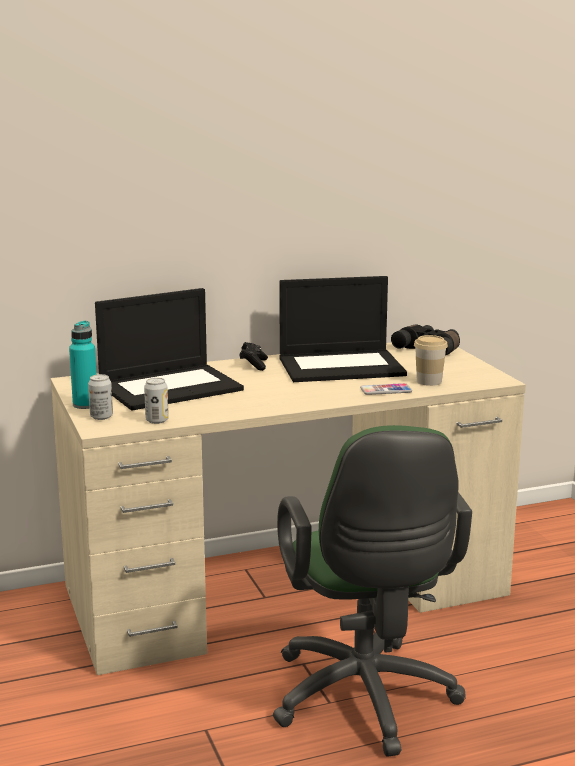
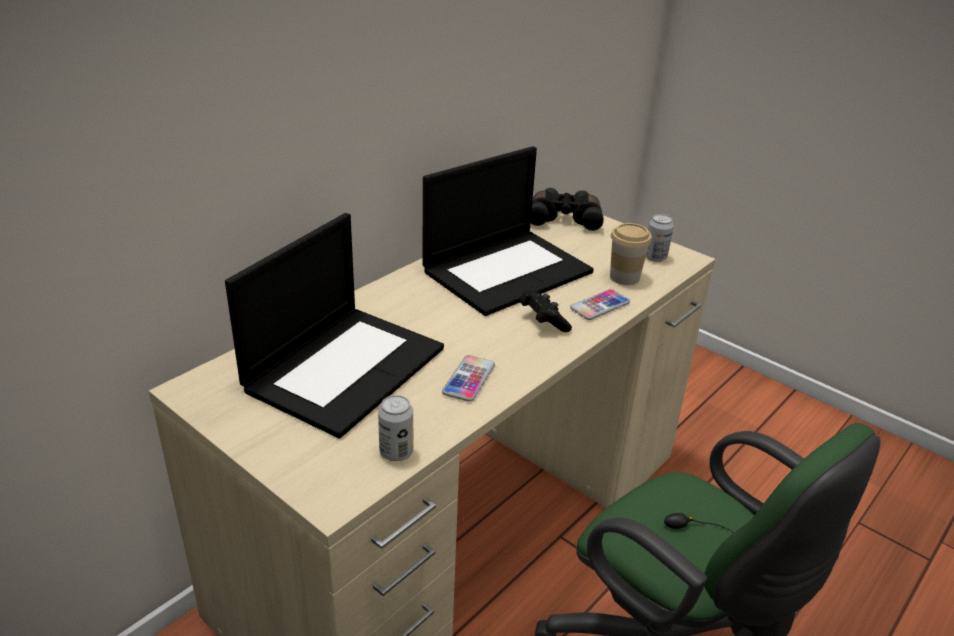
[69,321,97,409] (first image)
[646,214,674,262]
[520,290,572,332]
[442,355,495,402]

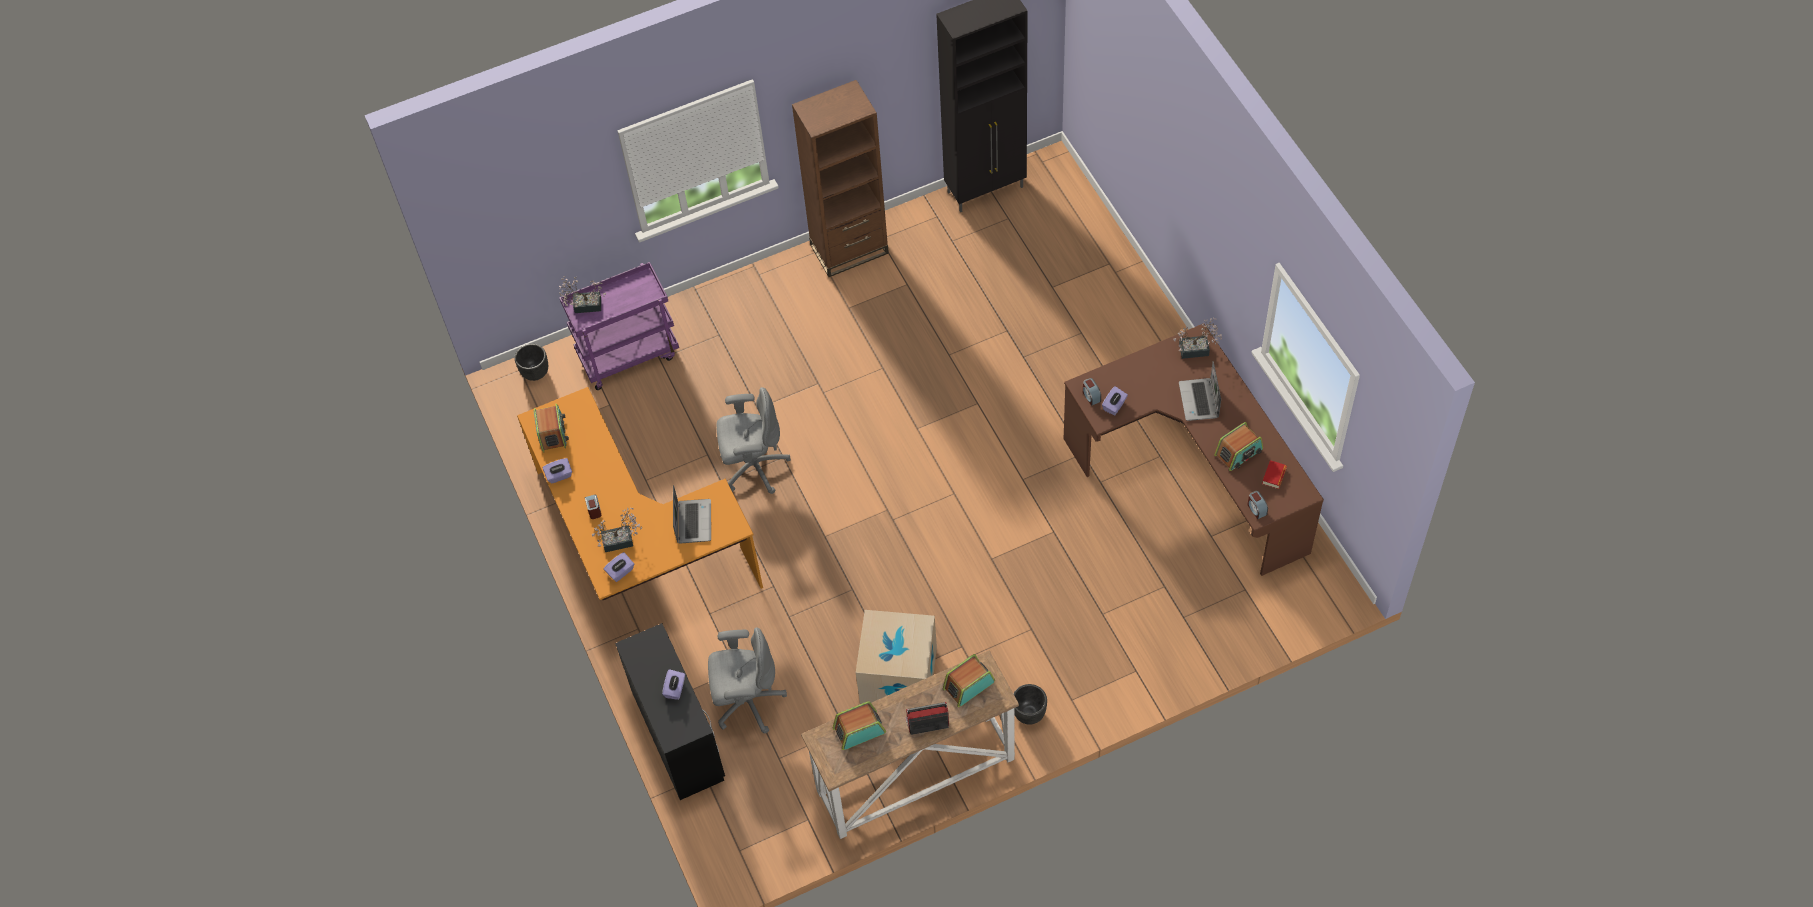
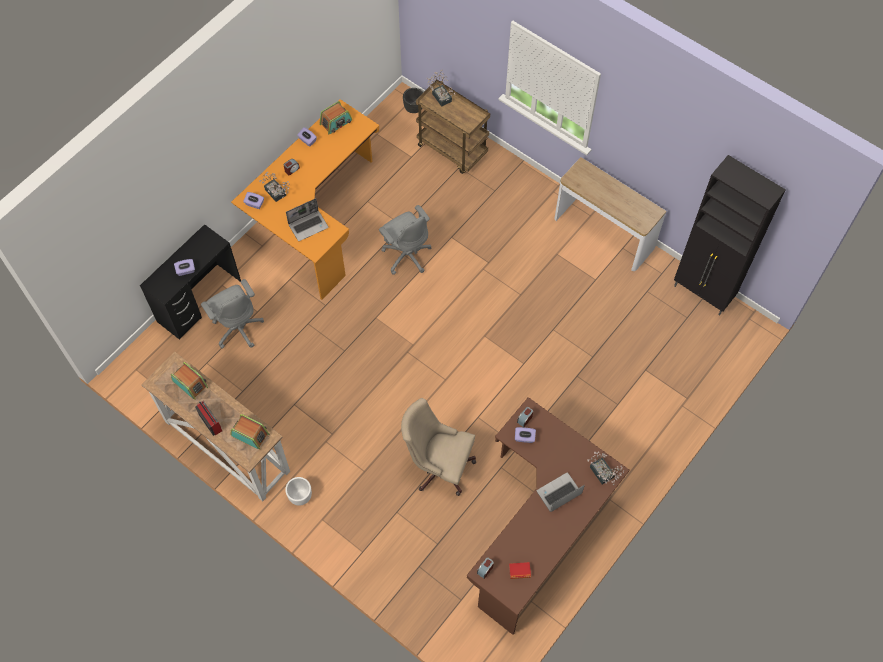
[416,80,490,174]
[555,157,666,271]
[856,610,937,704] (first image)
[285,477,312,506]
[1214,422,1263,471] (first image)
[401,398,476,496]

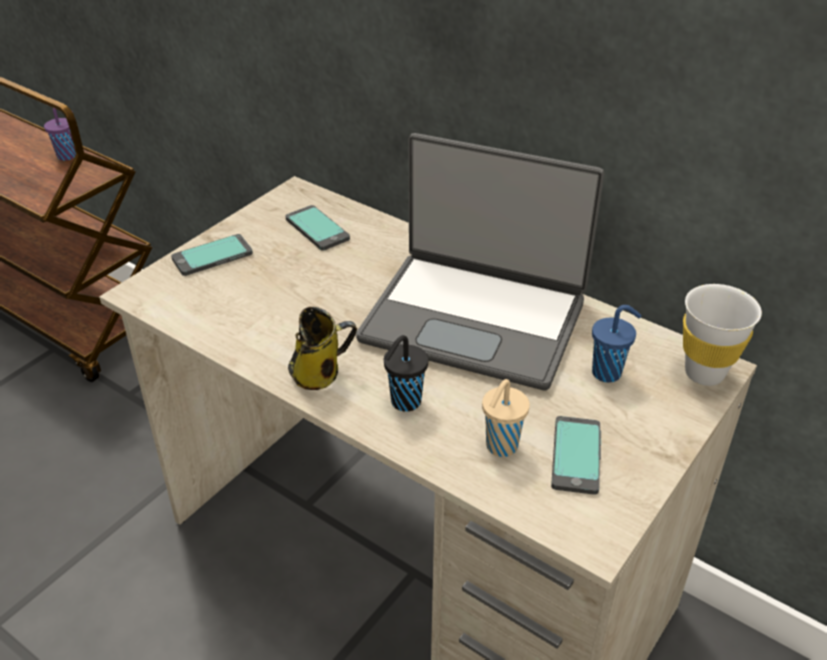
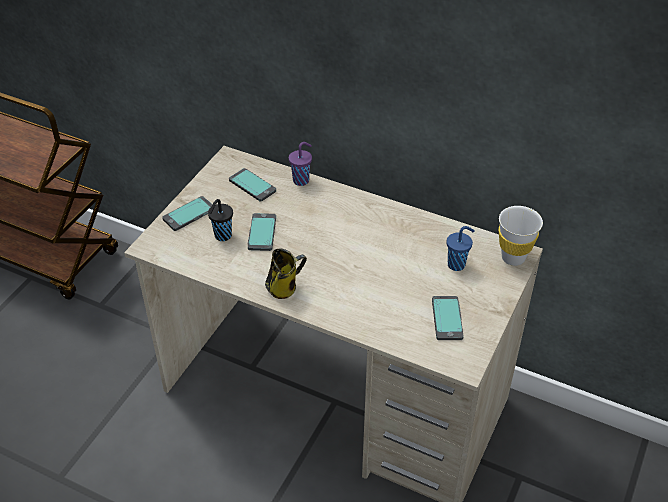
[289,142,312,186]
[356,133,604,391] (first image)
[208,199,233,241]
[482,379,530,457] (first image)
[248,213,276,251]

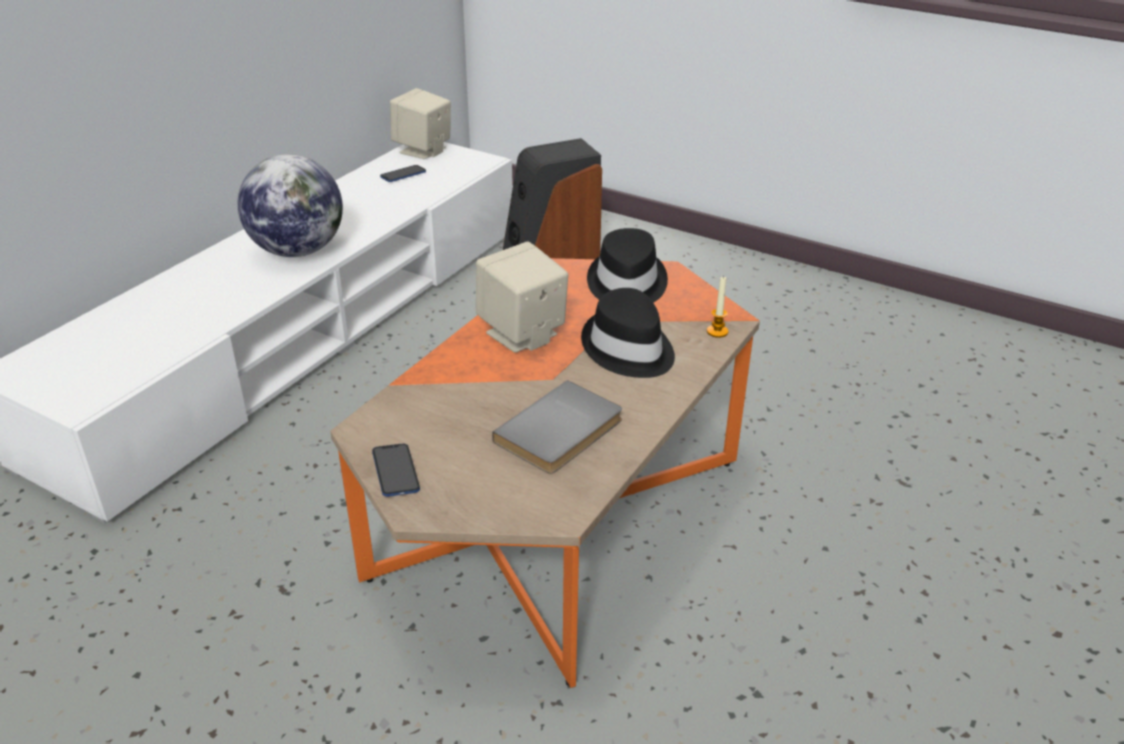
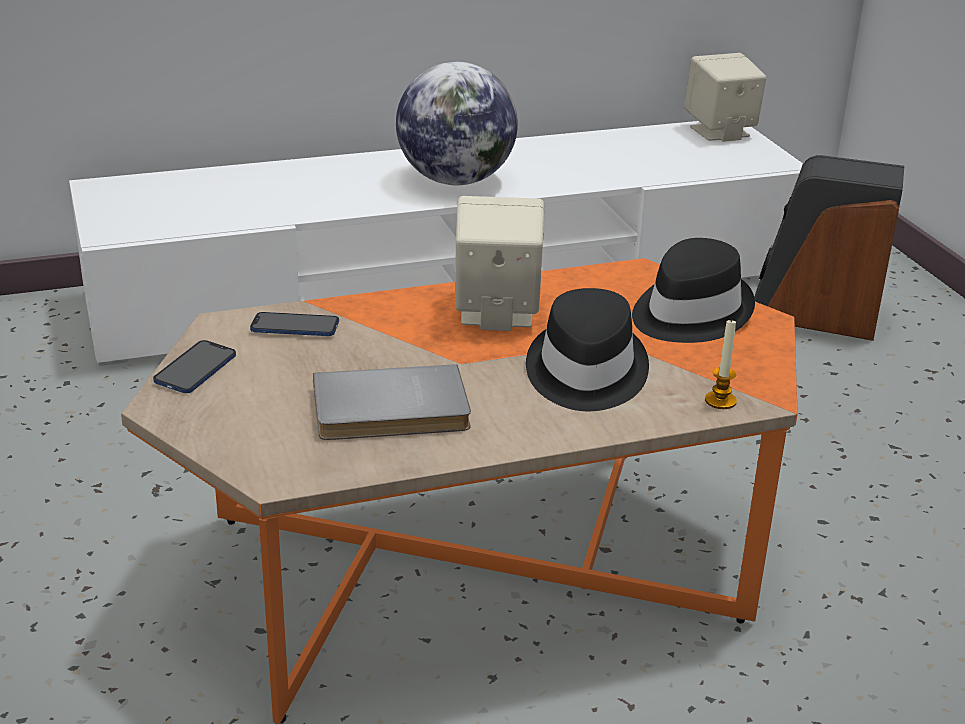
[250,312,339,336]

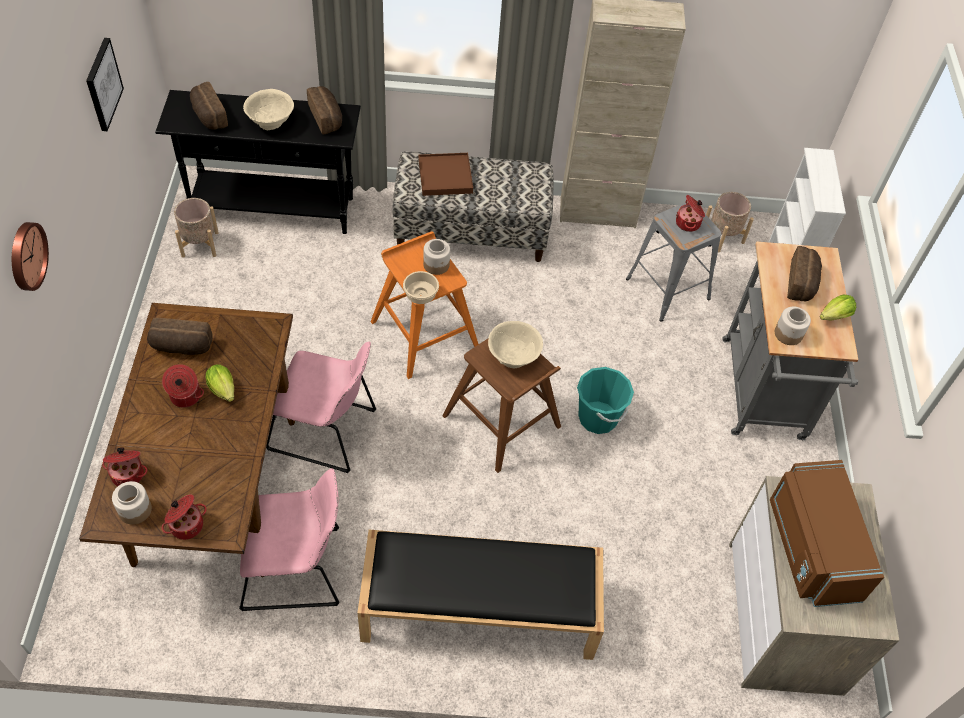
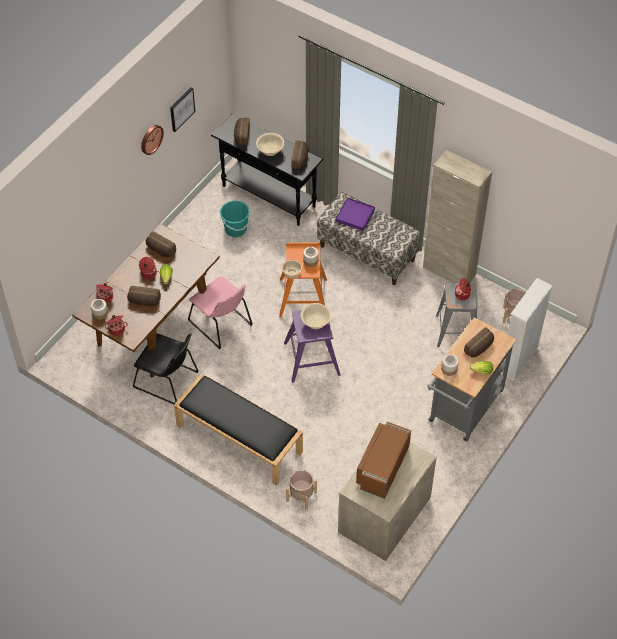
[141,125,164,155]
[286,470,317,510]
[133,333,199,405]
[335,197,375,231]
[284,310,341,383]
[220,200,250,237]
[127,286,161,306]

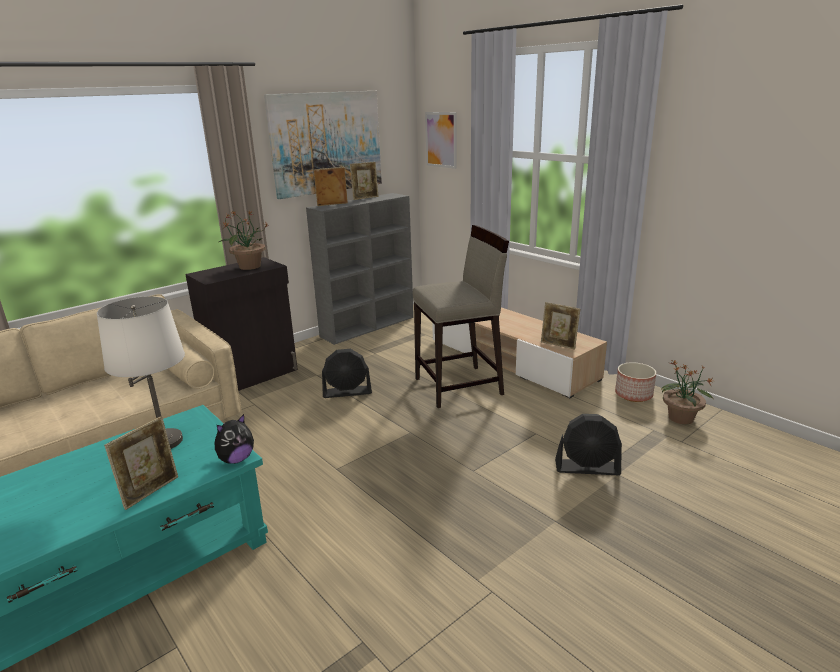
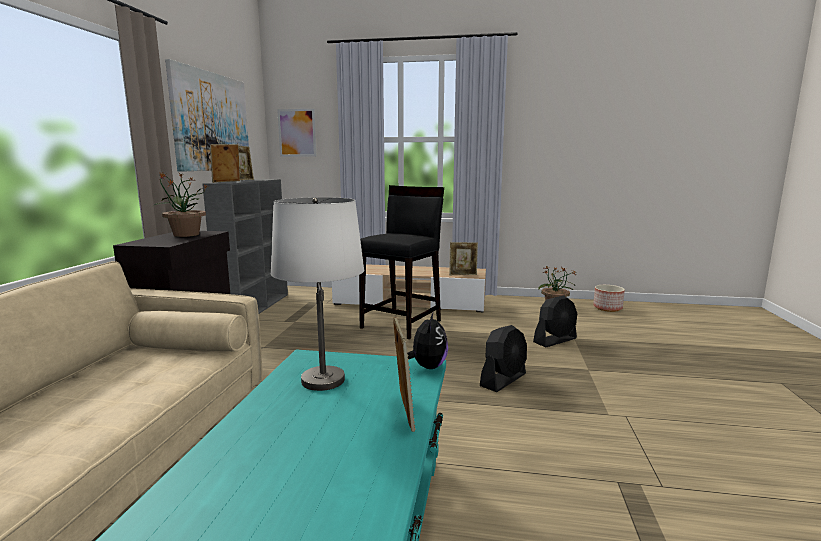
[480,325,527,392]
[359,185,444,340]
[593,285,625,312]

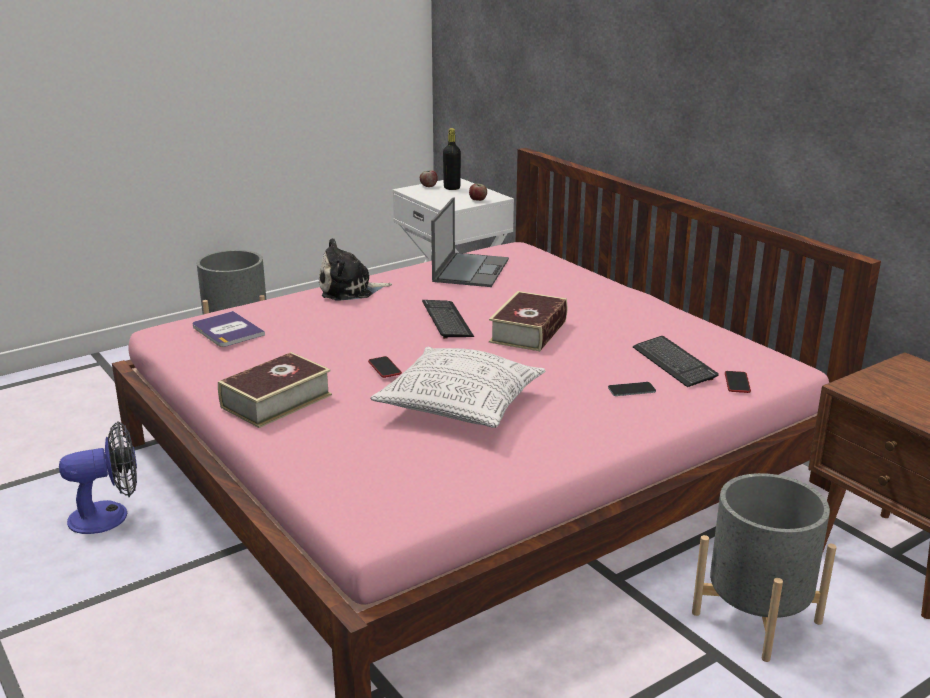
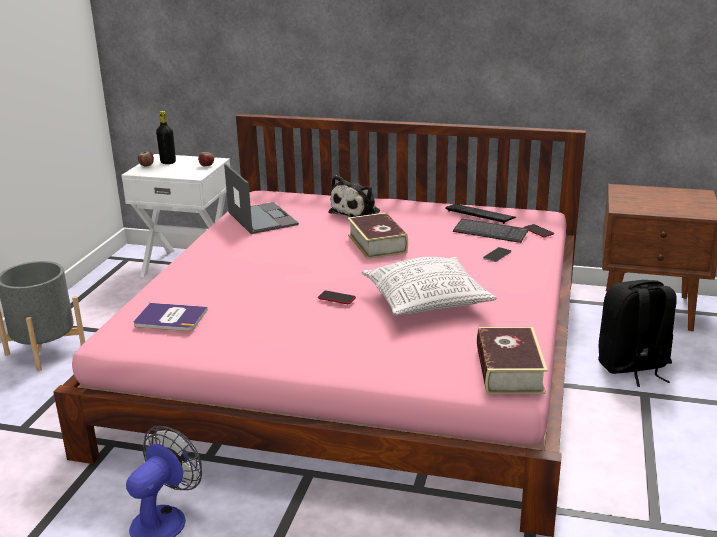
[477,327,548,394]
[329,175,380,217]
[445,204,516,224]
[598,280,676,387]

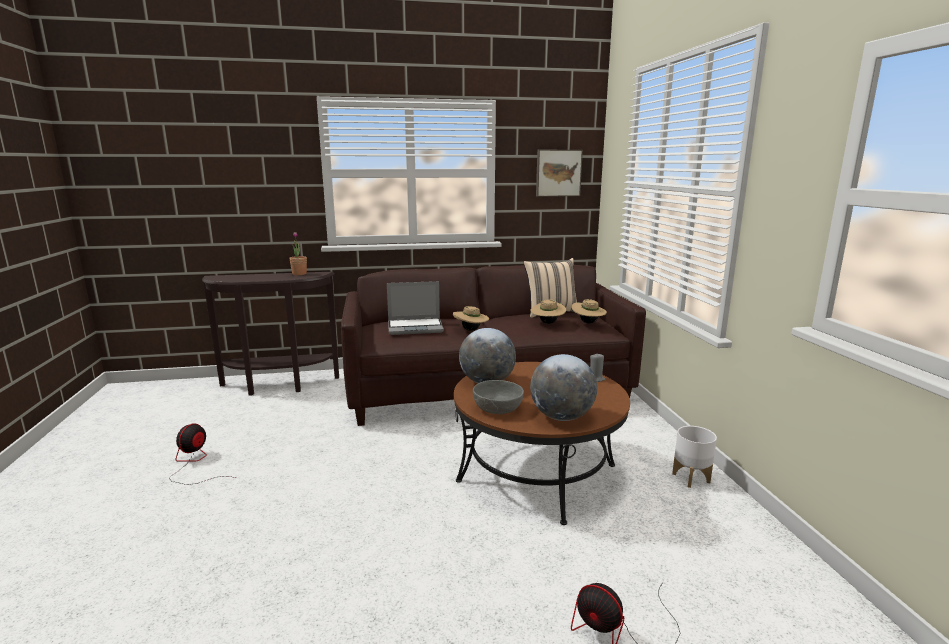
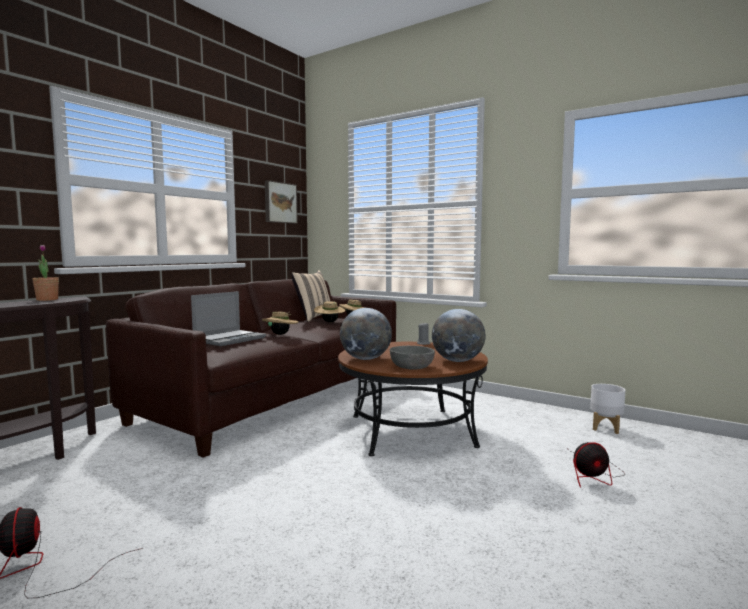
[590,384,625,434]

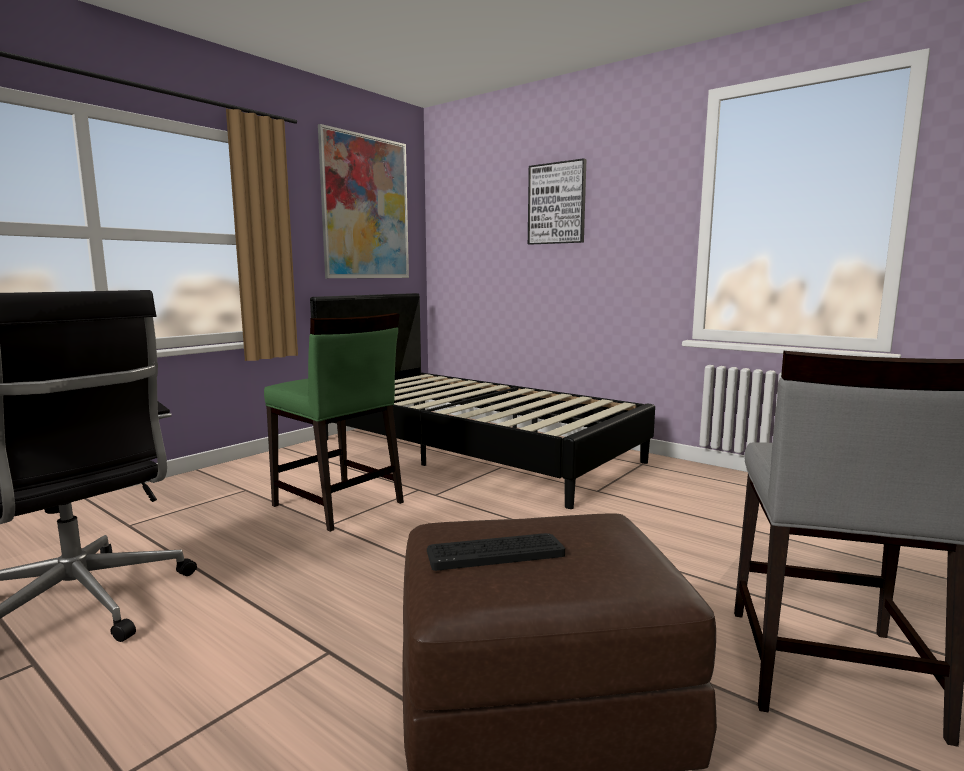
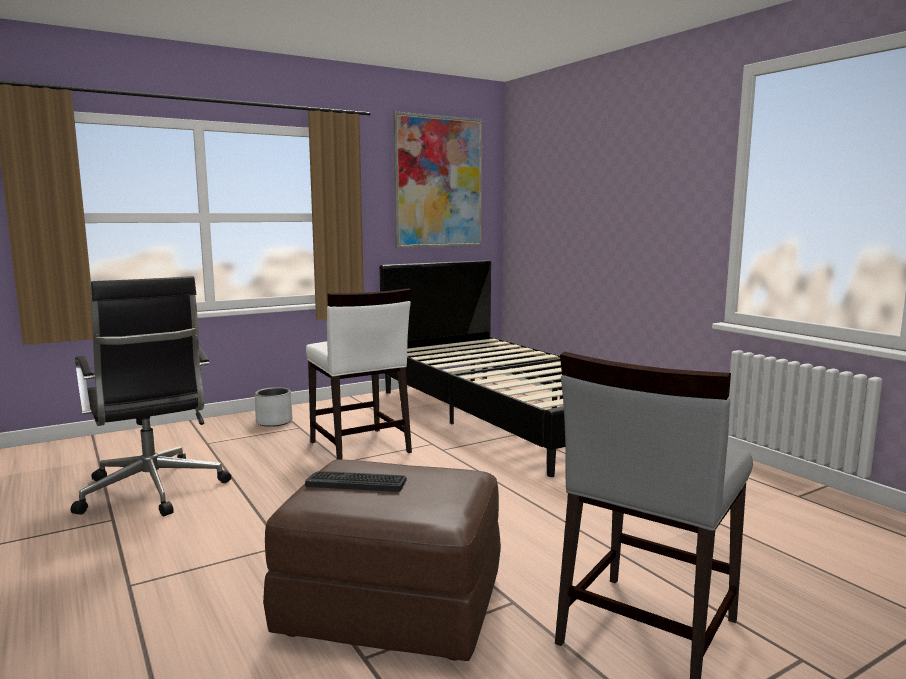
[306,288,412,460]
[528,158,586,245] (first image)
[255,387,292,427]

